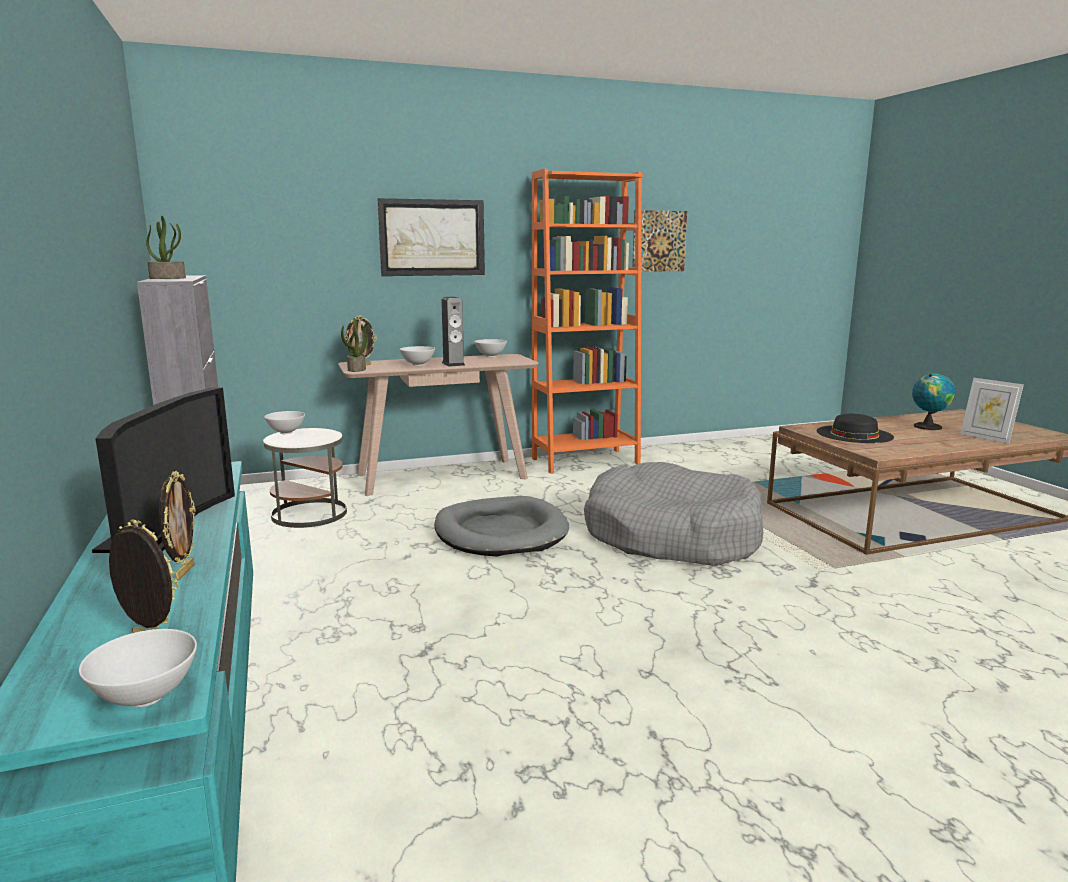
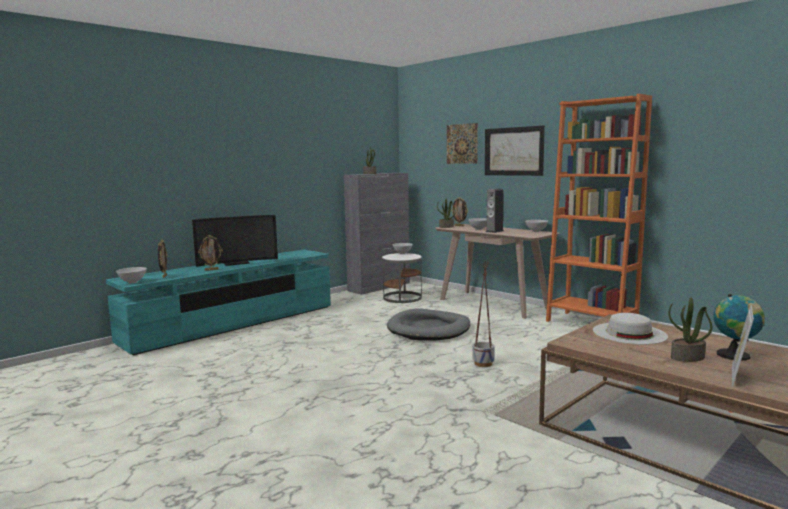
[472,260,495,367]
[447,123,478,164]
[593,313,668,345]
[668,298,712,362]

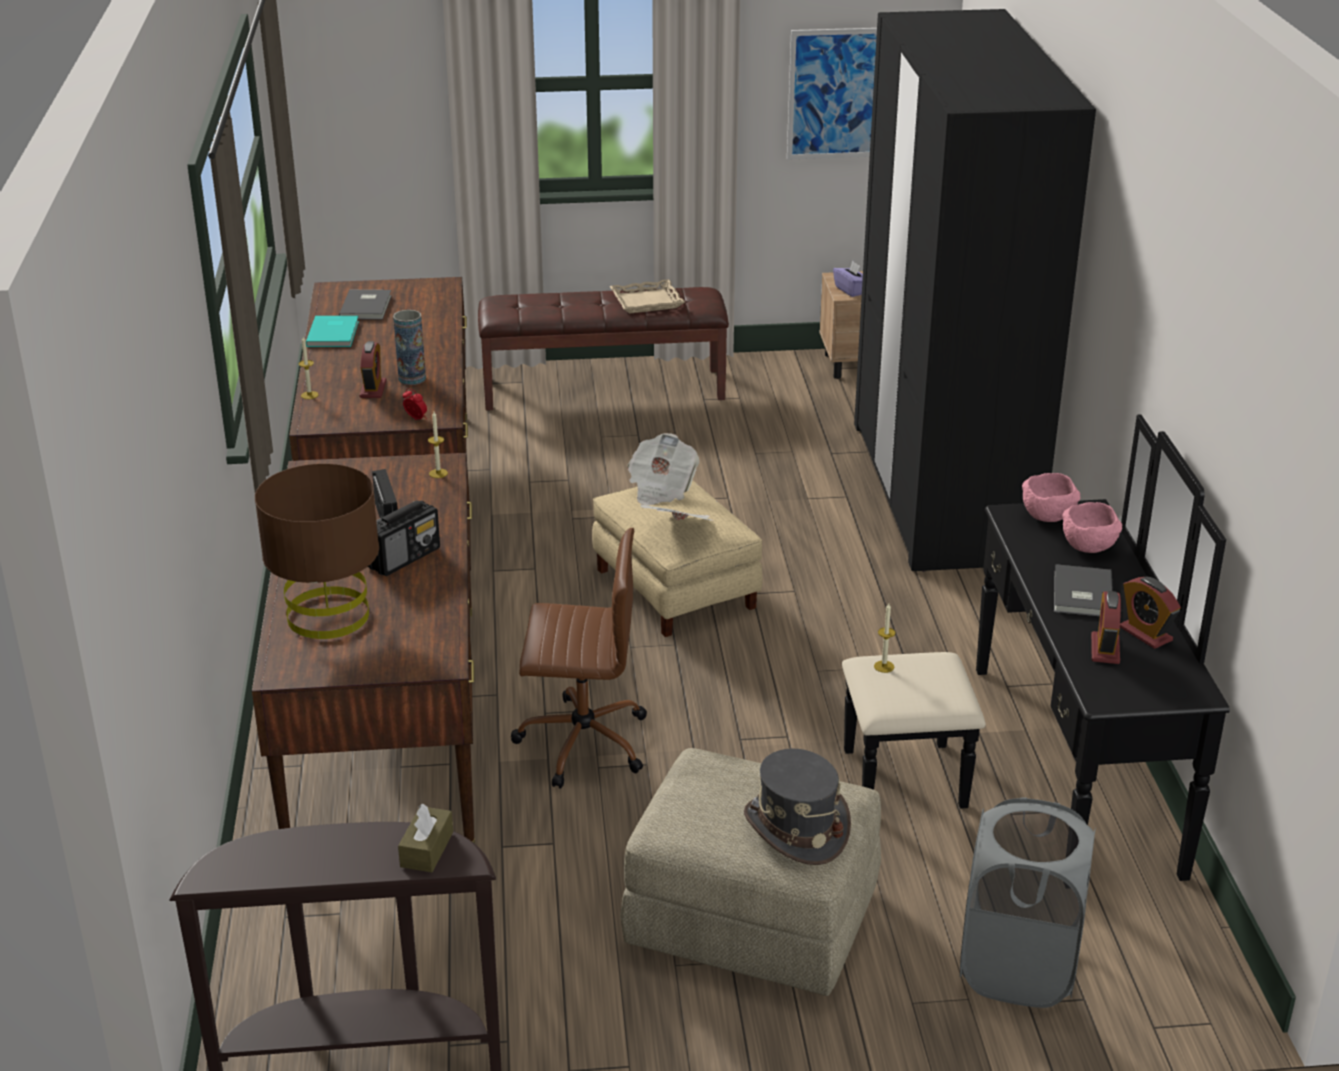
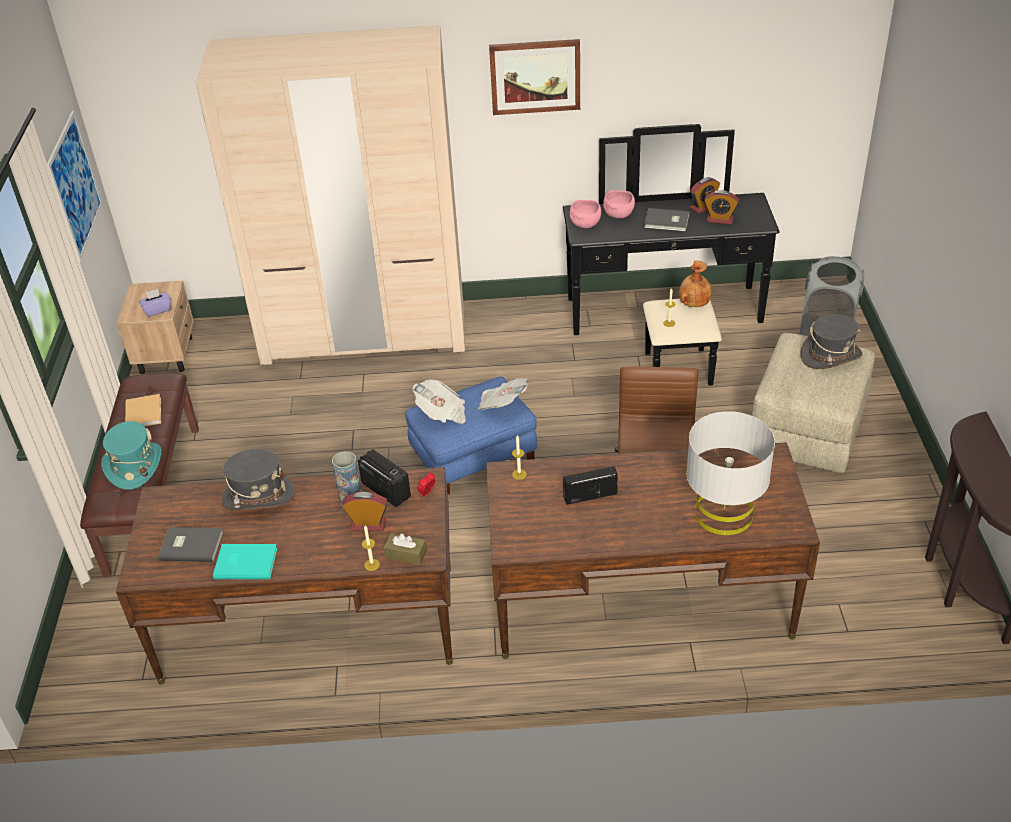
[686,411,775,535]
[358,449,411,507]
[383,533,427,565]
[405,376,537,495]
[125,394,161,426]
[196,25,465,365]
[101,421,162,490]
[221,449,296,511]
[489,39,580,115]
[679,261,711,307]

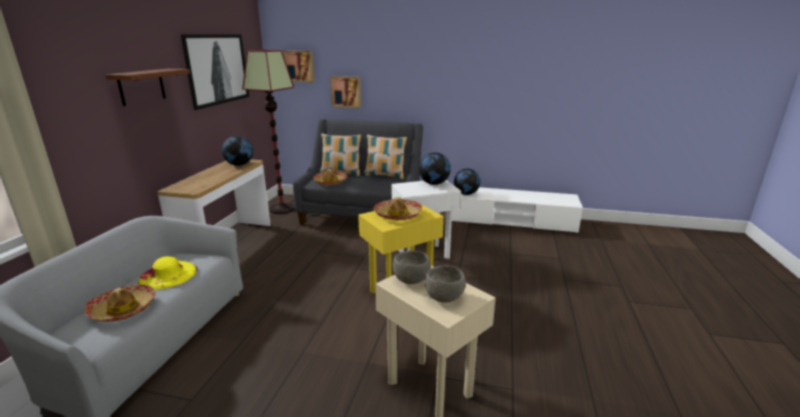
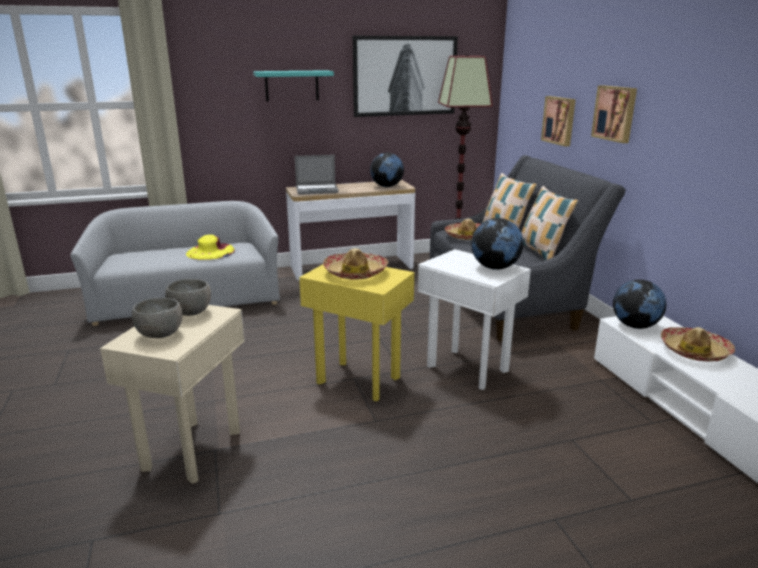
[661,327,735,361]
[253,70,334,101]
[591,85,637,143]
[295,155,339,195]

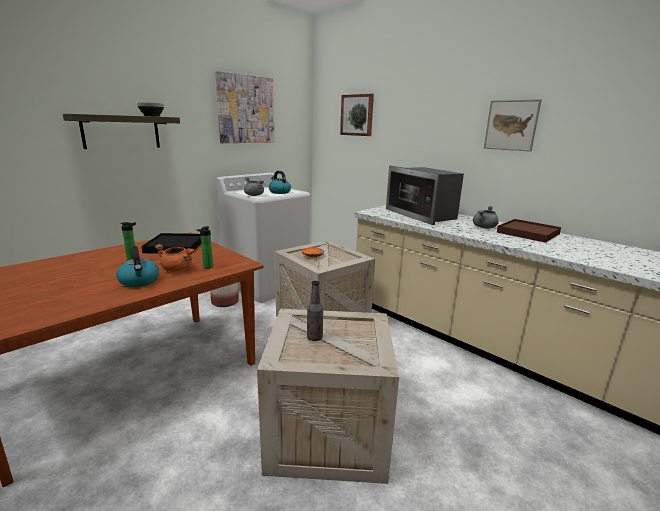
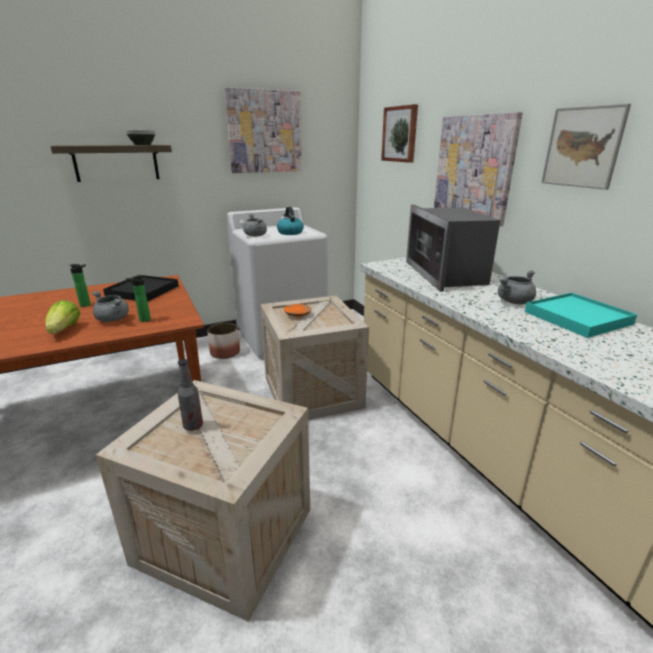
[46,300,80,334]
[92,291,129,322]
[525,293,637,338]
[434,112,523,227]

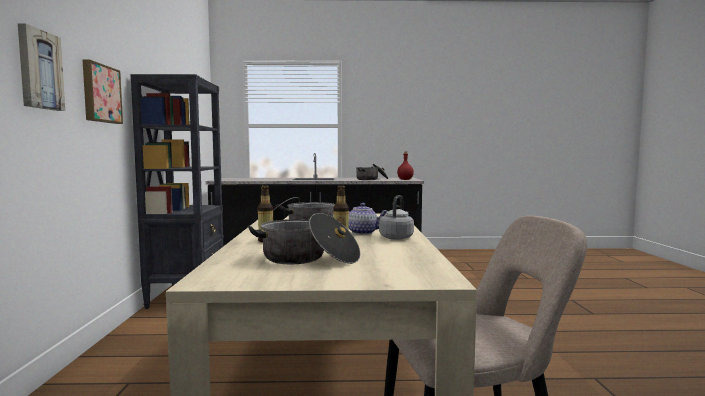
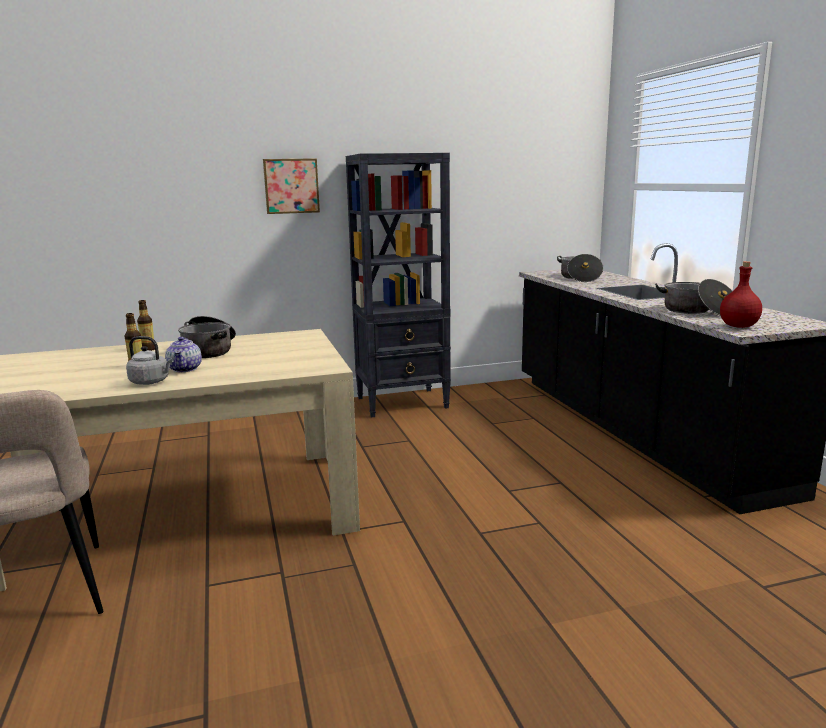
[18,23,65,111] (first image)
[557,254,603,282]

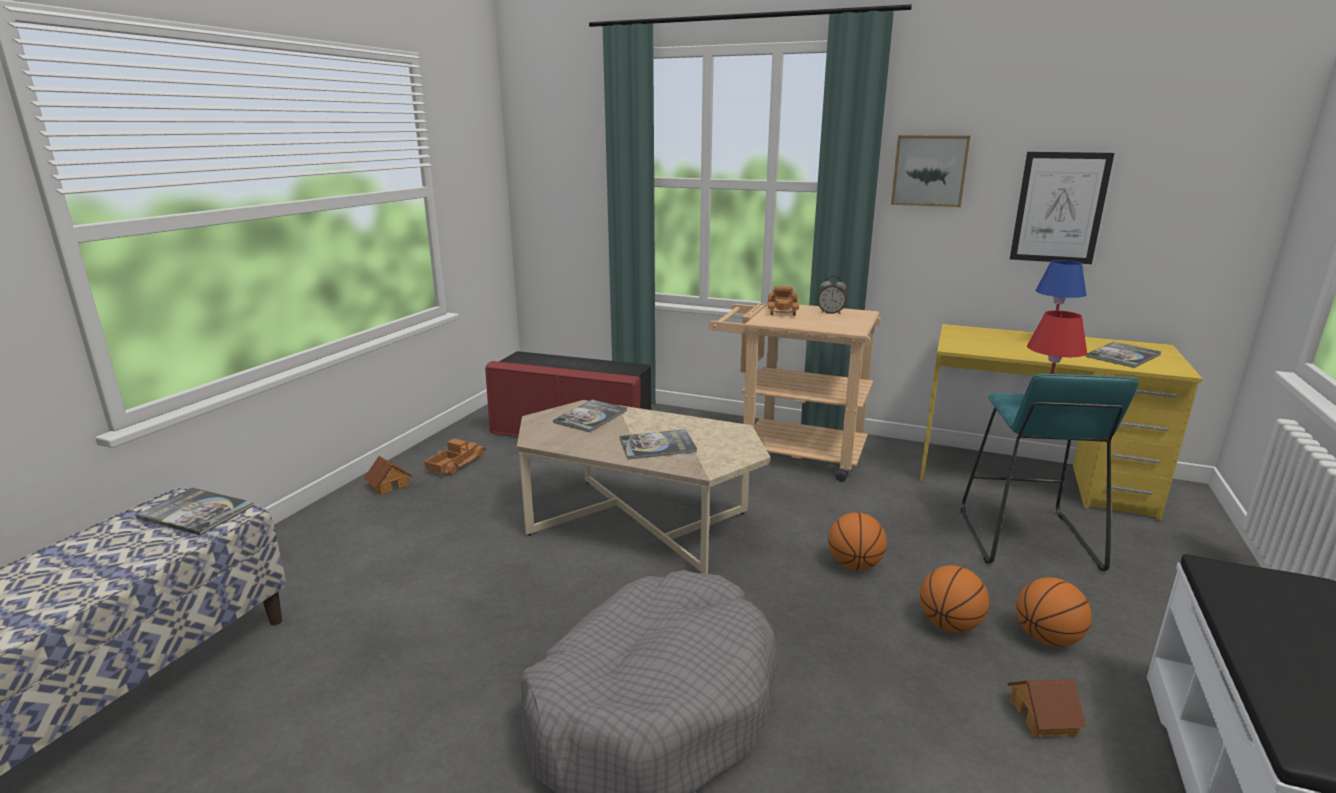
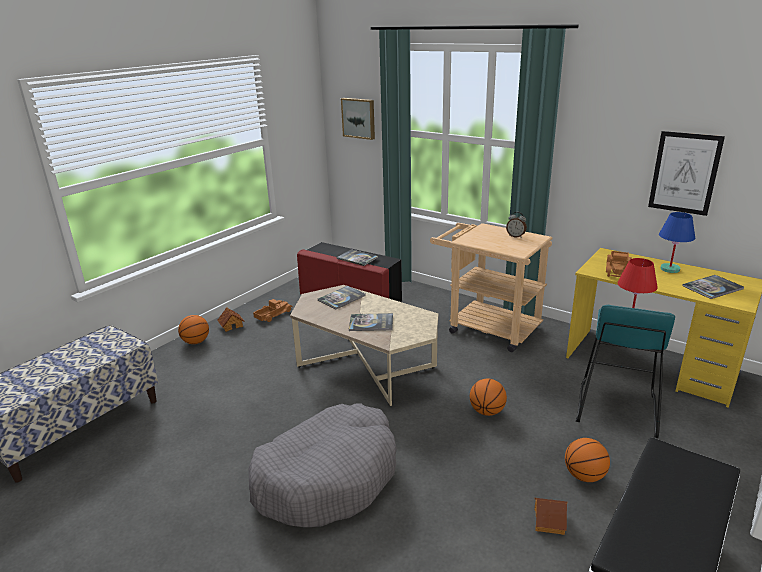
[337,249,378,266]
[606,251,632,277]
[341,98,375,140]
[178,315,209,344]

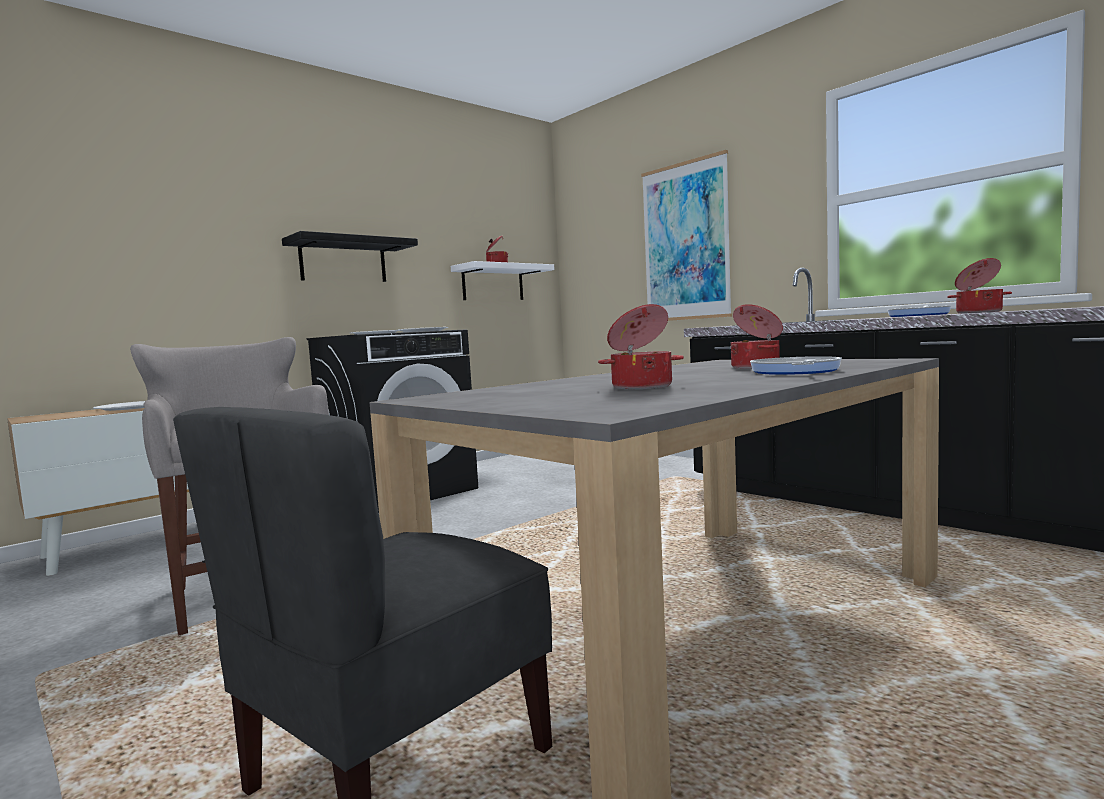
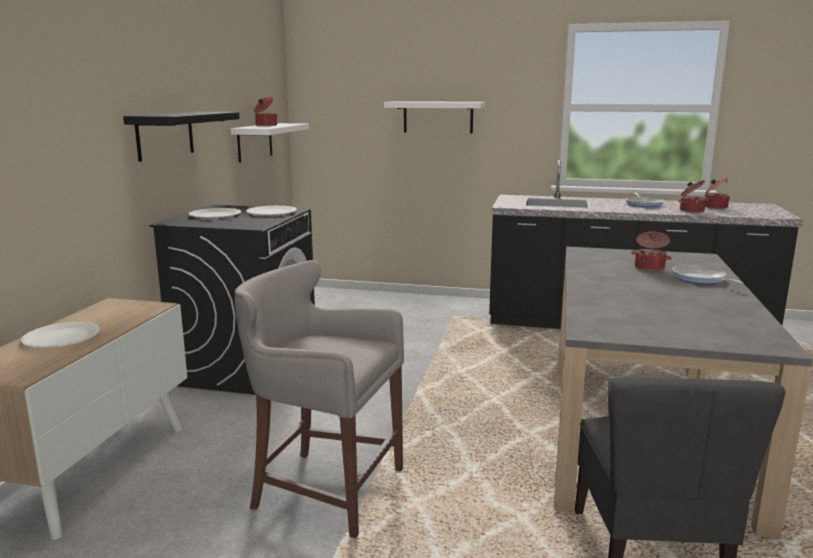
[704,177,730,209]
[384,101,485,134]

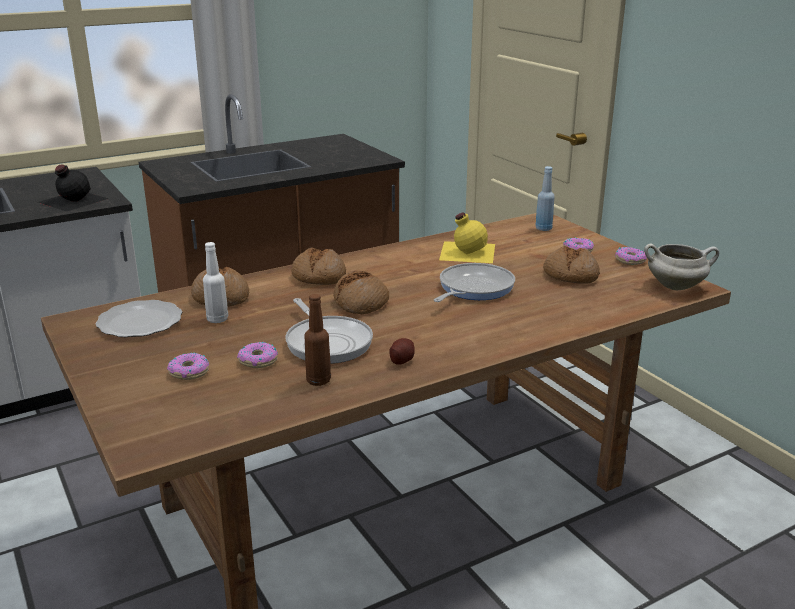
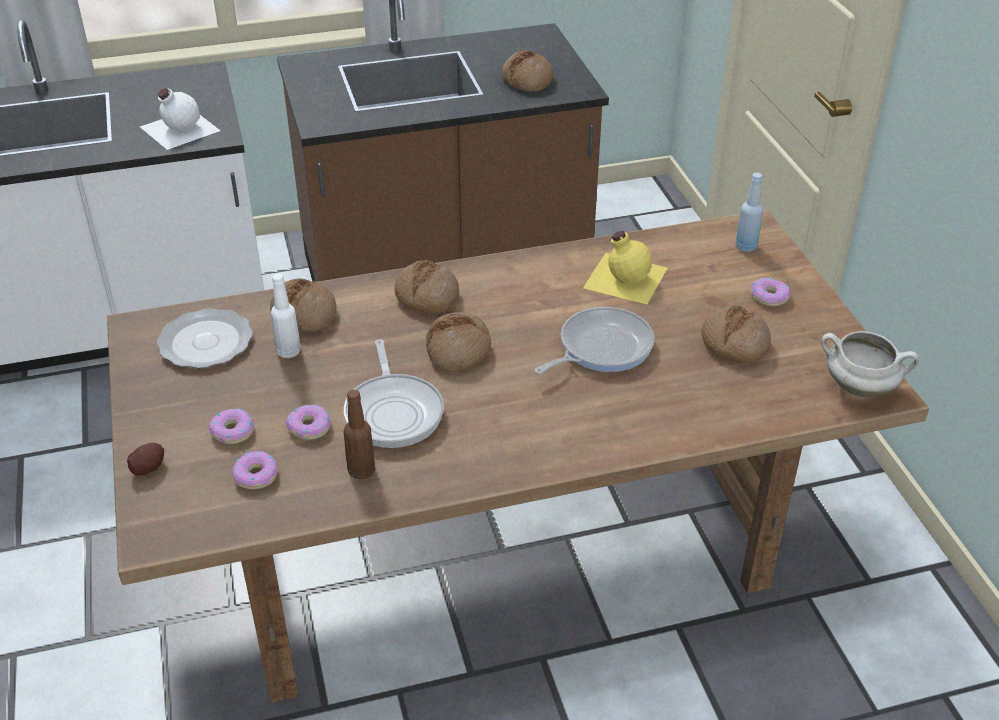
[140,88,221,150]
[127,443,164,476]
[232,451,277,489]
[502,50,554,92]

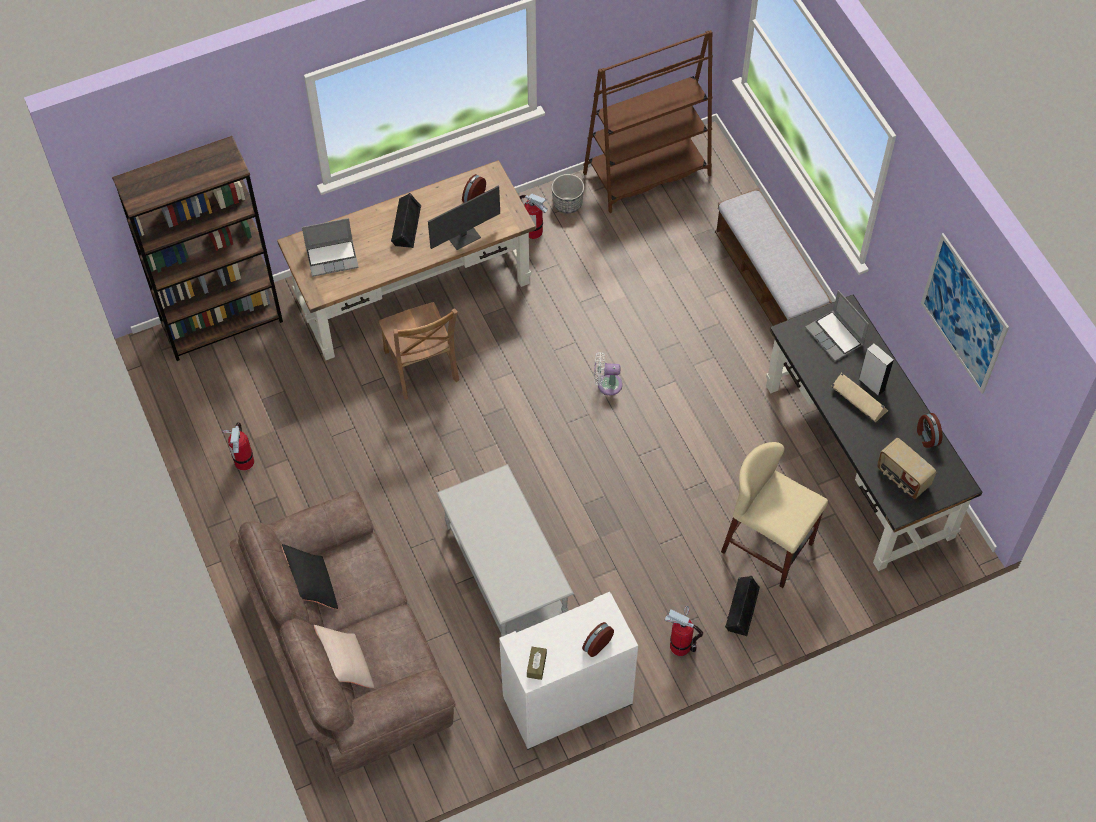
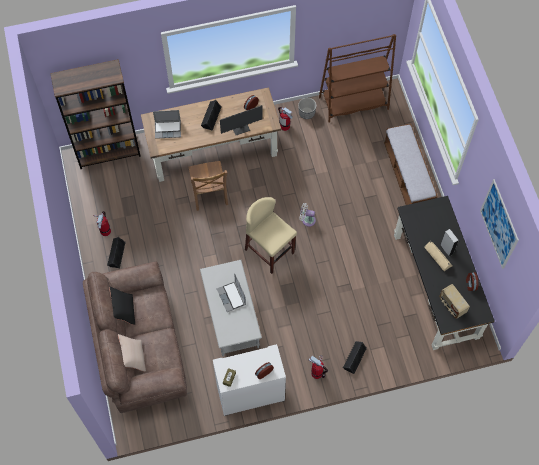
[245,197,297,274]
[217,273,246,312]
[107,237,126,268]

